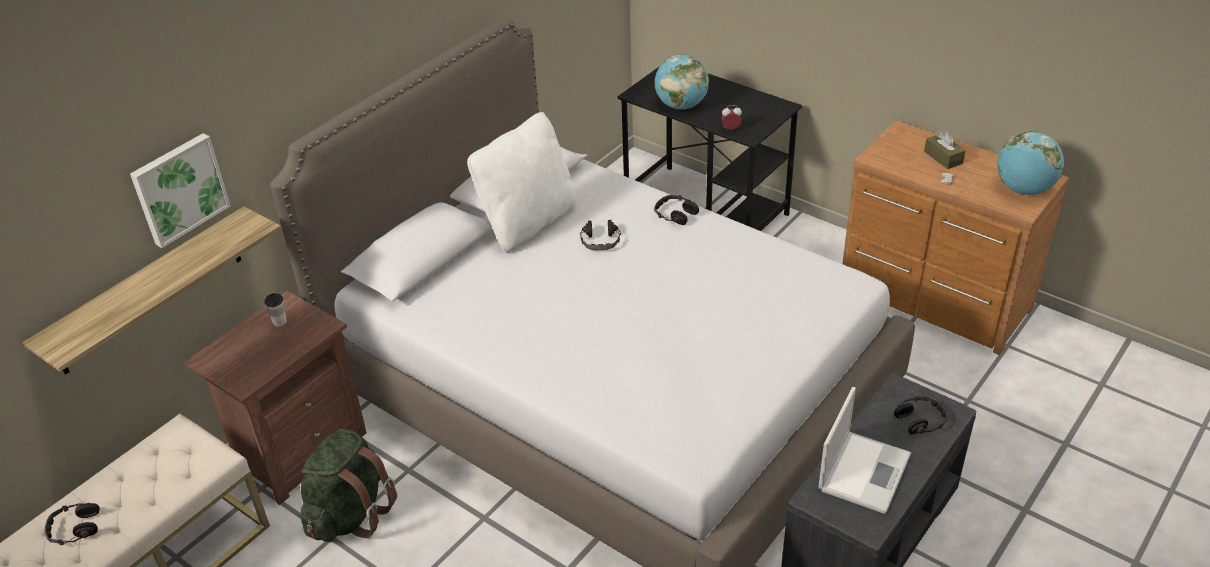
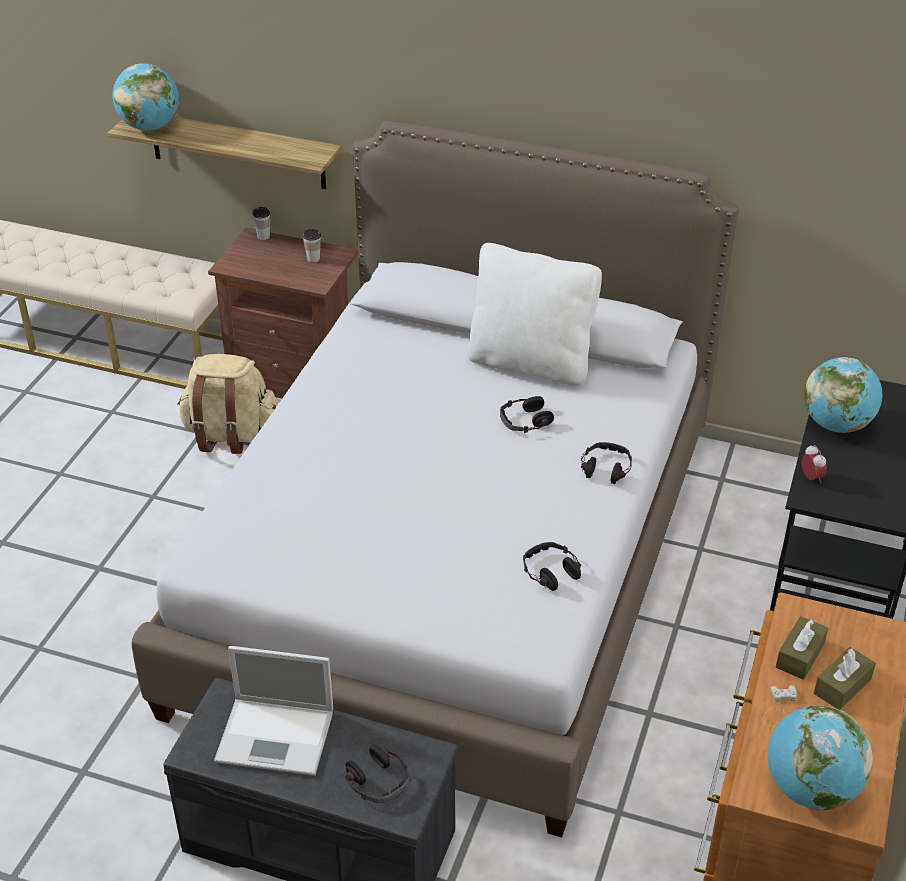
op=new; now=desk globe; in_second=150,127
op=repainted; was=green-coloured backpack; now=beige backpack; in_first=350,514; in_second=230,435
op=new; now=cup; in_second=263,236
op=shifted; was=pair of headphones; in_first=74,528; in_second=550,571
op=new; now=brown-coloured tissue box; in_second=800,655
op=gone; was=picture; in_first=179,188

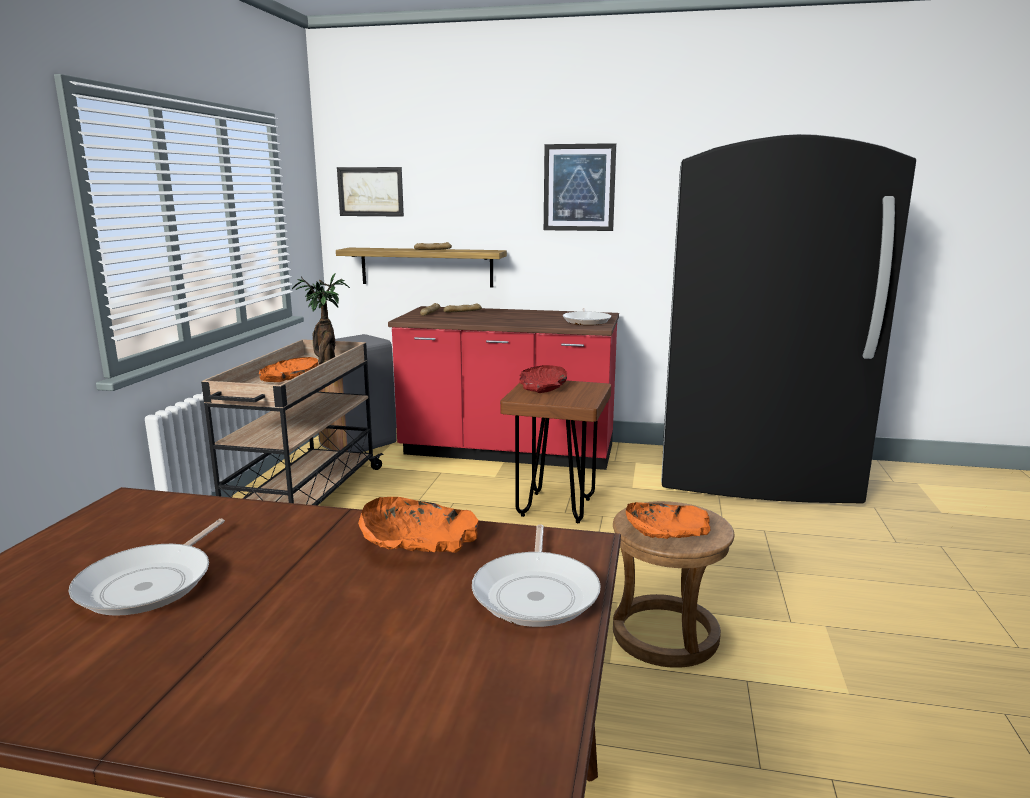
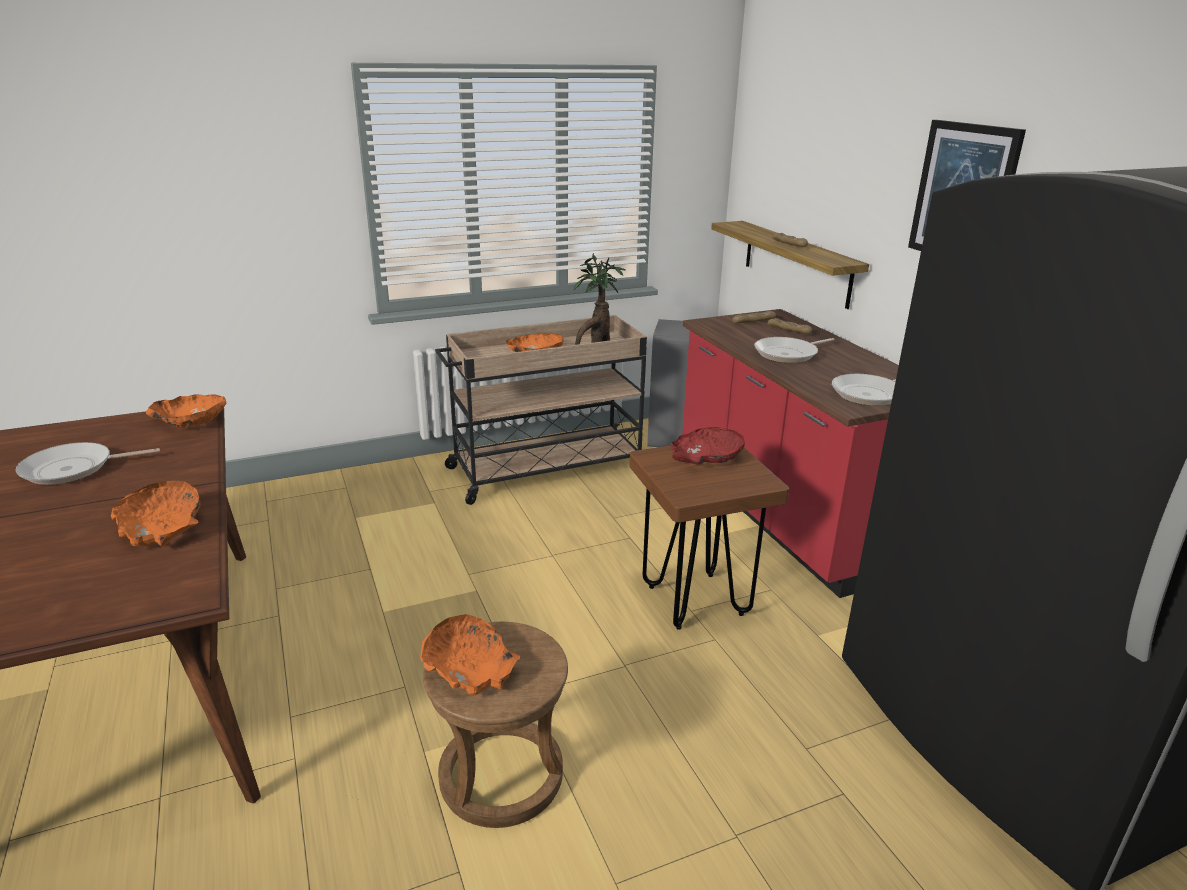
op=new; now=orange-coloured serving bowl; in_second=191,420
op=shifted; was=skillet; in_first=537,593; in_second=788,354
op=gone; was=picture; in_first=370,191

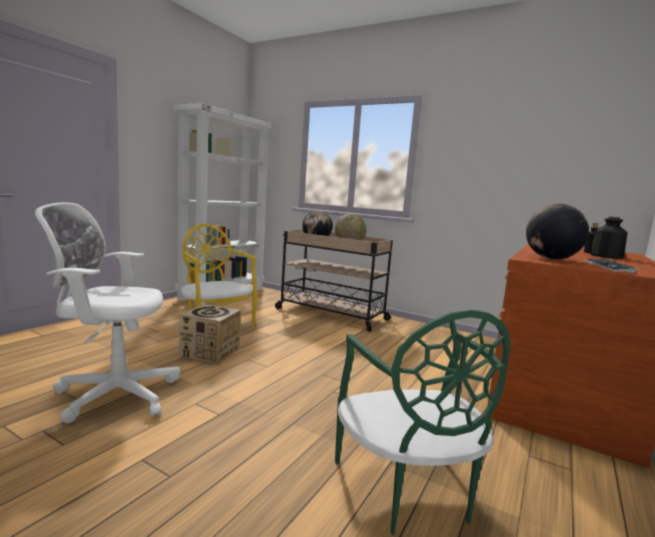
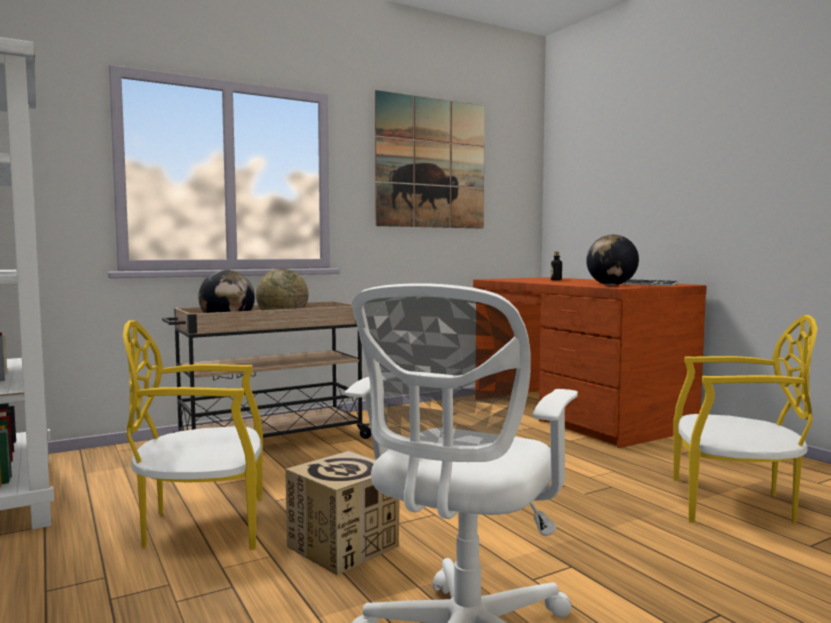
op=new; now=picture; in_second=431,163
op=repainted; was=green-coloured plain chair; now=yellow-coloured plain chair; in_first=407,490; in_second=734,504
op=gone; was=bottle; in_first=606,256

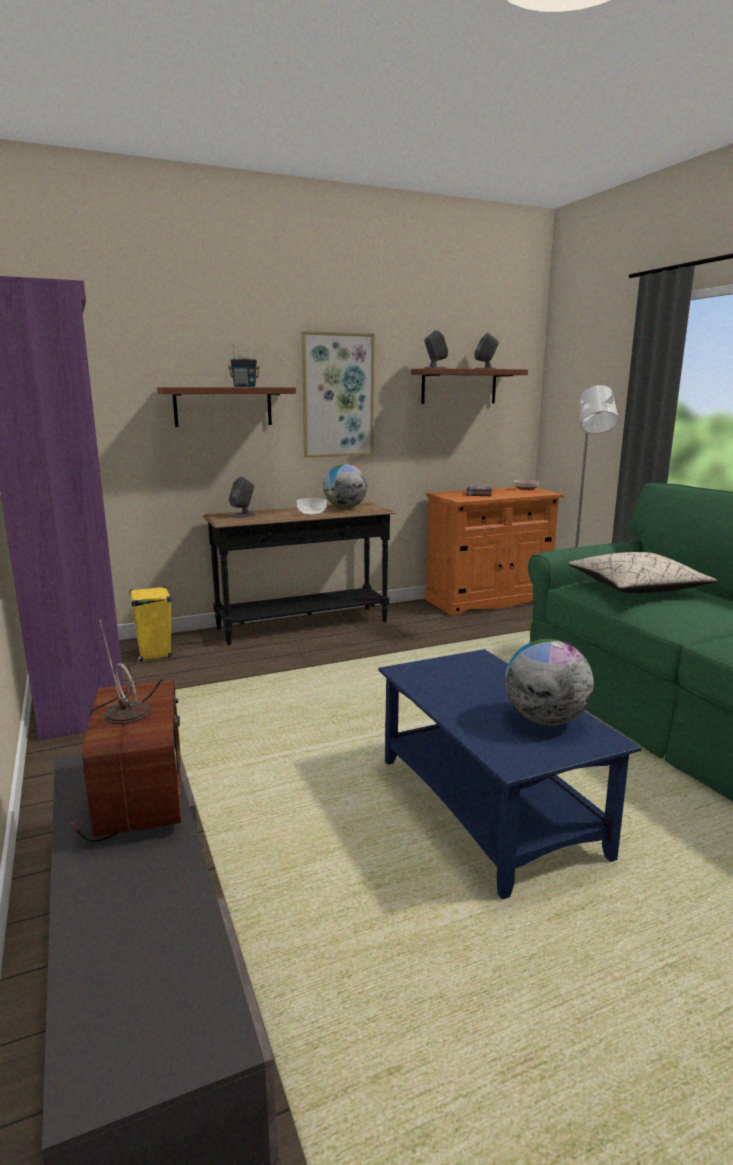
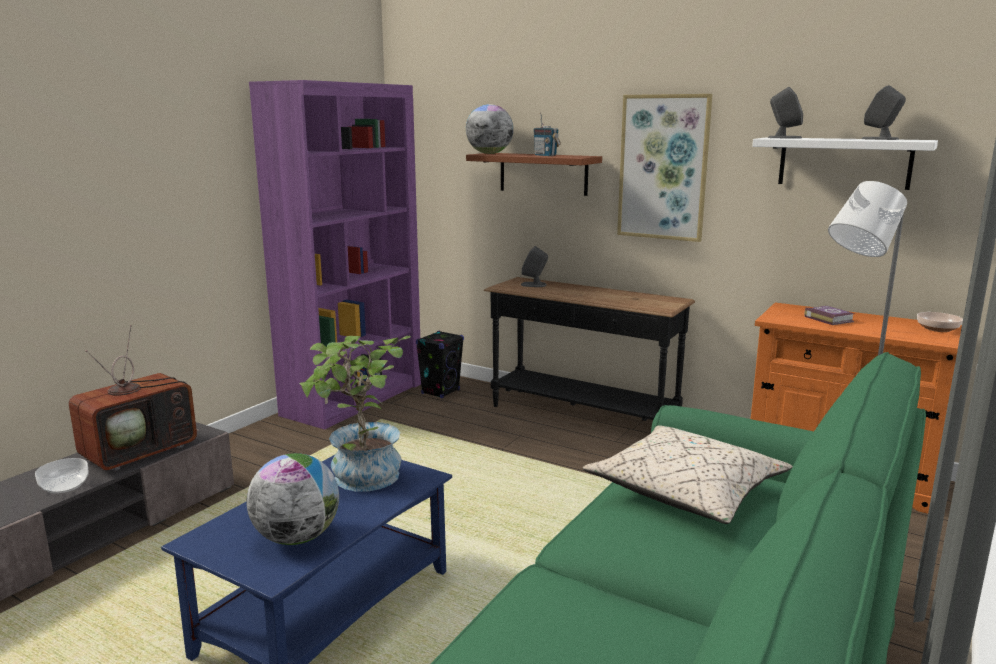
op=shifted; was=serving bowl; in_first=311,513; in_second=64,485
op=new; now=potted plant; in_second=361,480
op=repainted; was=yellow-coloured audio speaker; now=black audio speaker; in_first=154,653; in_second=440,392
op=shifted; was=desk globe; in_first=345,508; in_second=489,153
op=repainted; was=brown-coloured shelf; now=white-coloured shelf; in_first=459,386; in_second=844,162

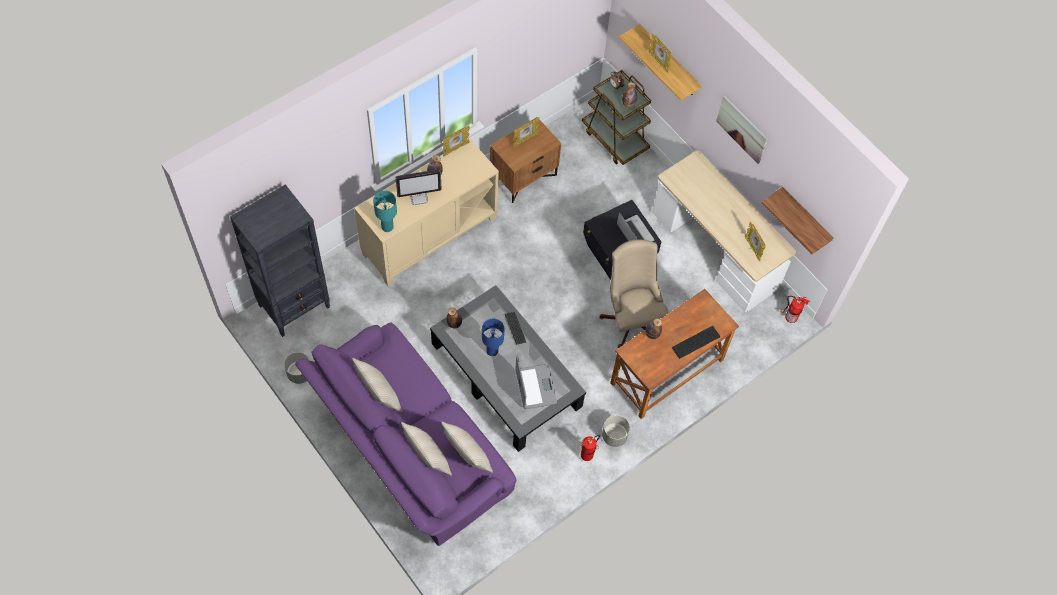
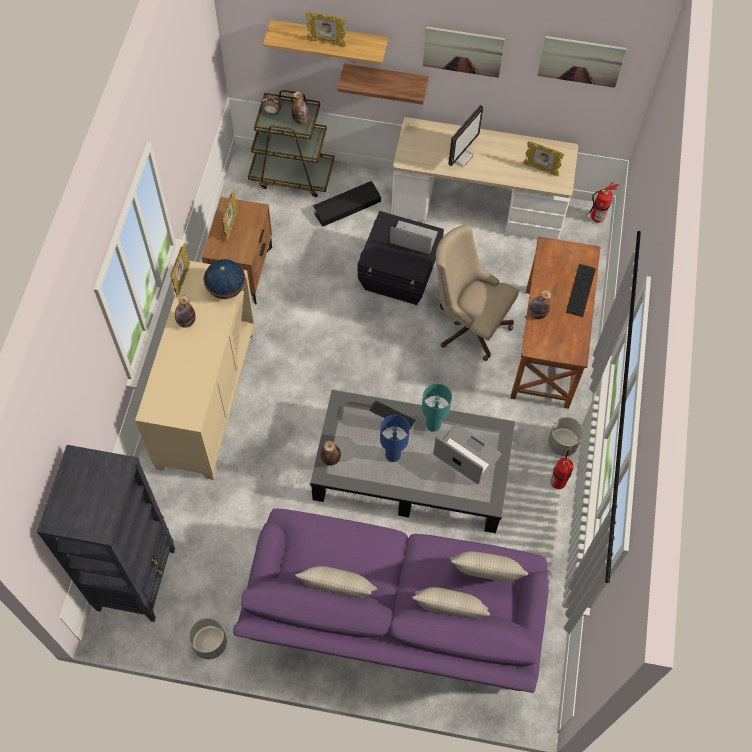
op=new; now=desk globe; in_second=226,289
op=new; now=black storage box; in_second=346,206
op=shifted; was=shelf; in_first=805,218; in_second=385,80
op=shifted; was=turquoise lamp for a table; in_first=387,227; in_second=433,424
op=shifted; was=computer display; in_first=419,197; in_second=460,156
op=new; now=picture; in_second=581,61

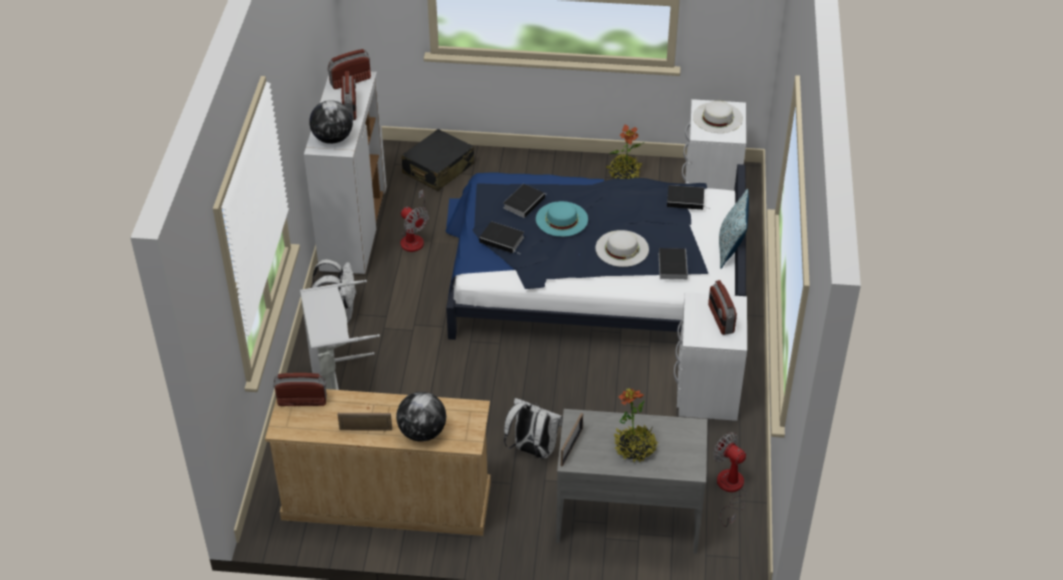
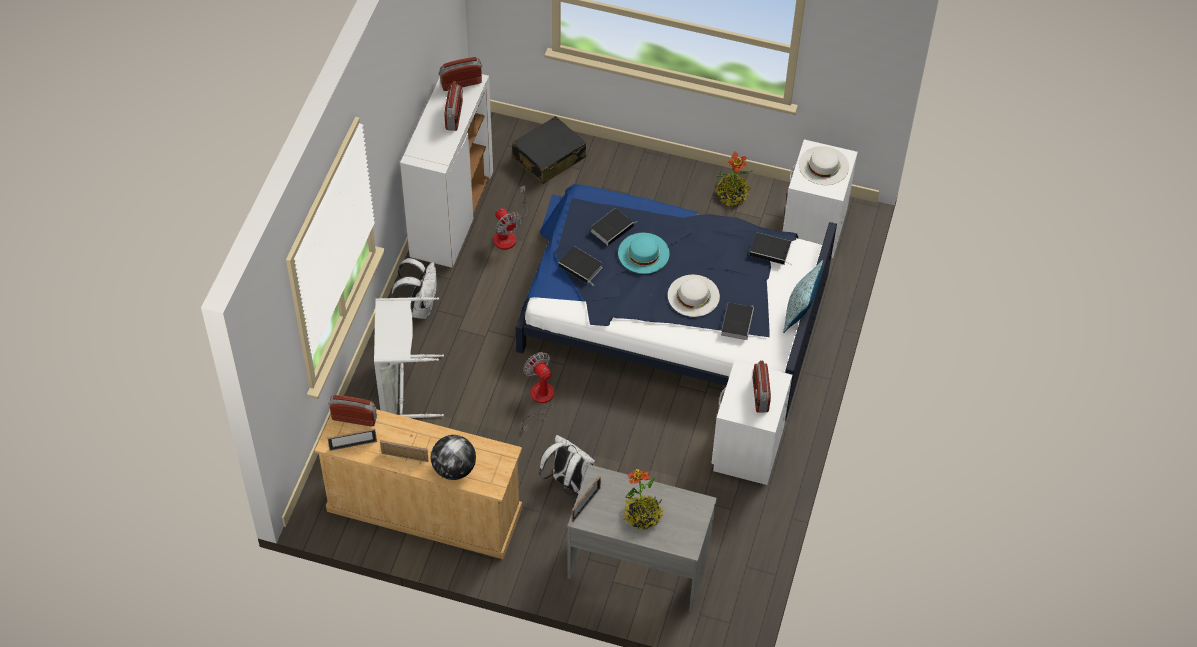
op=new; now=standing frame; in_second=353,445
op=shifted; was=fan; in_first=730,490; in_second=539,400
op=gone; was=desk globe; in_first=332,138

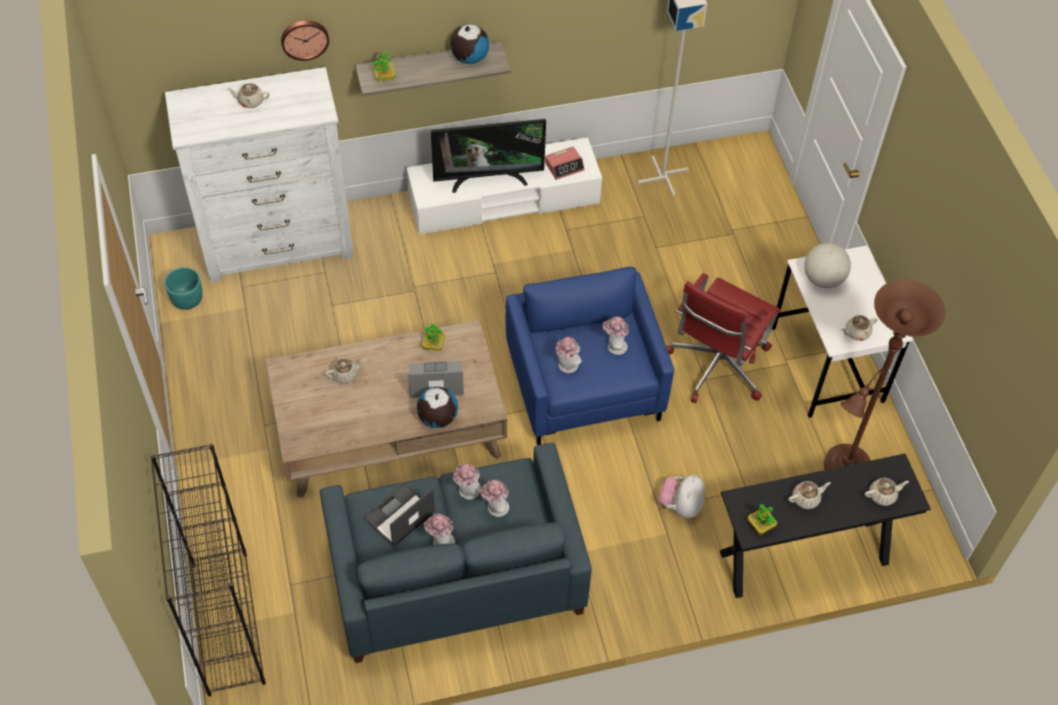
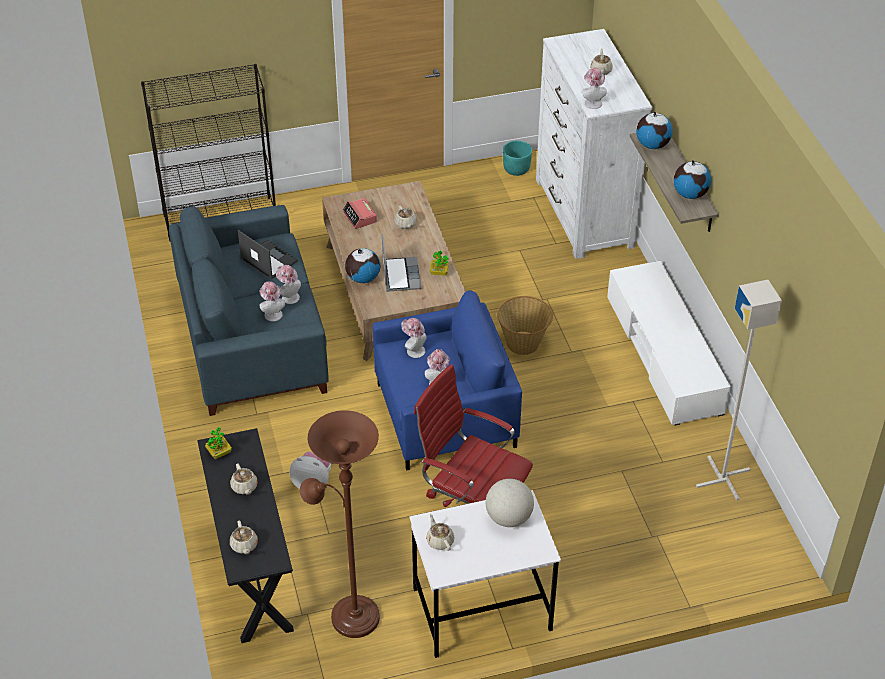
op=shifted; was=alarm clock; in_first=564,166; in_second=360,217
op=new; now=household basket; in_second=523,342
op=shifted; was=hat; in_first=440,542; in_second=592,102
op=swapped; was=potted plant; now=desk globe; in_first=384,77; in_second=652,145
op=gone; was=clock on the wall; in_first=304,38
op=gone; was=television; in_first=488,178

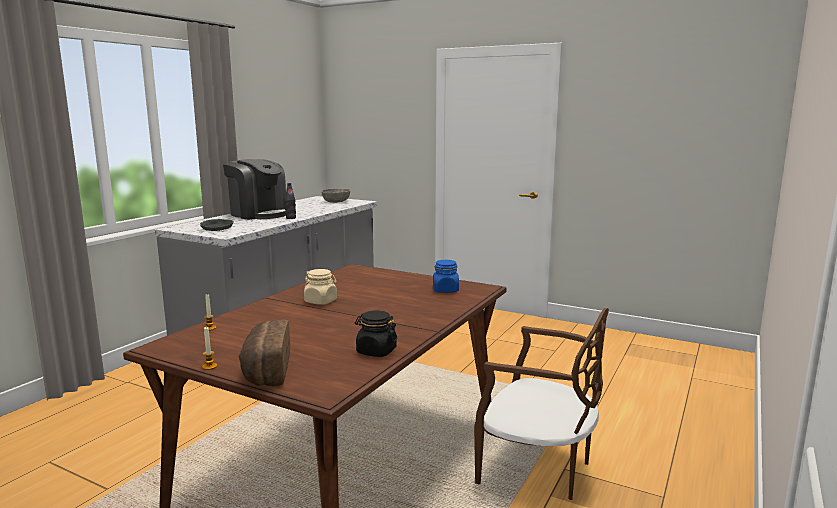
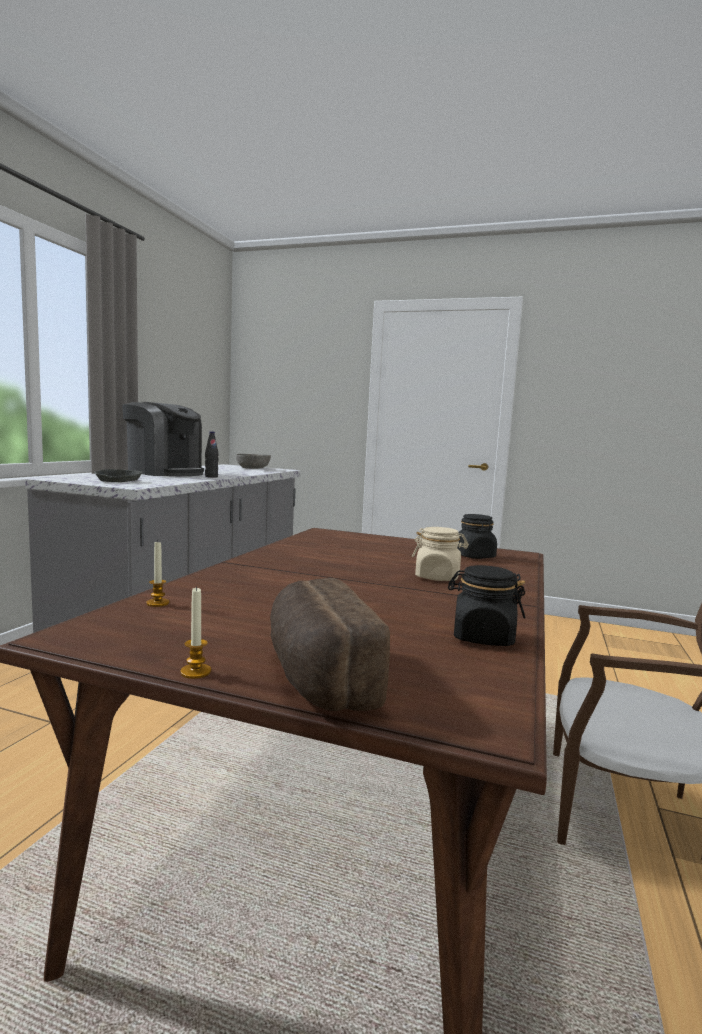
op=shifted; was=beige storage jar; in_first=321,301; in_second=437,577
op=repainted; was=blue storage jar; now=black storage jar; in_first=445,290; in_second=474,556

